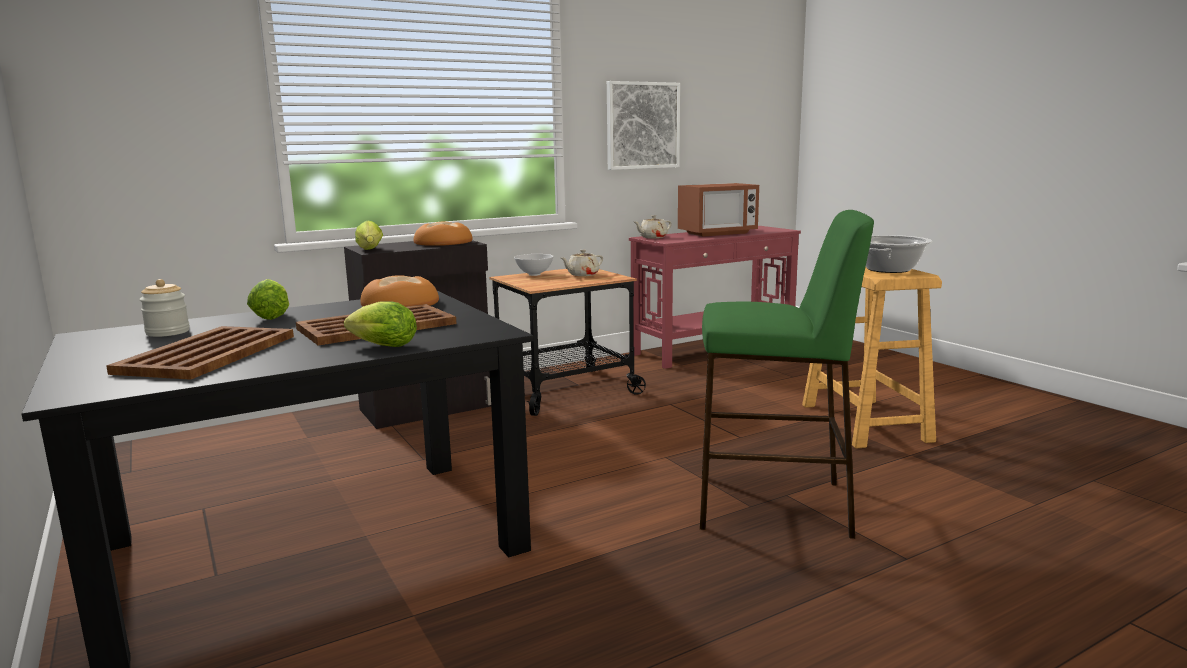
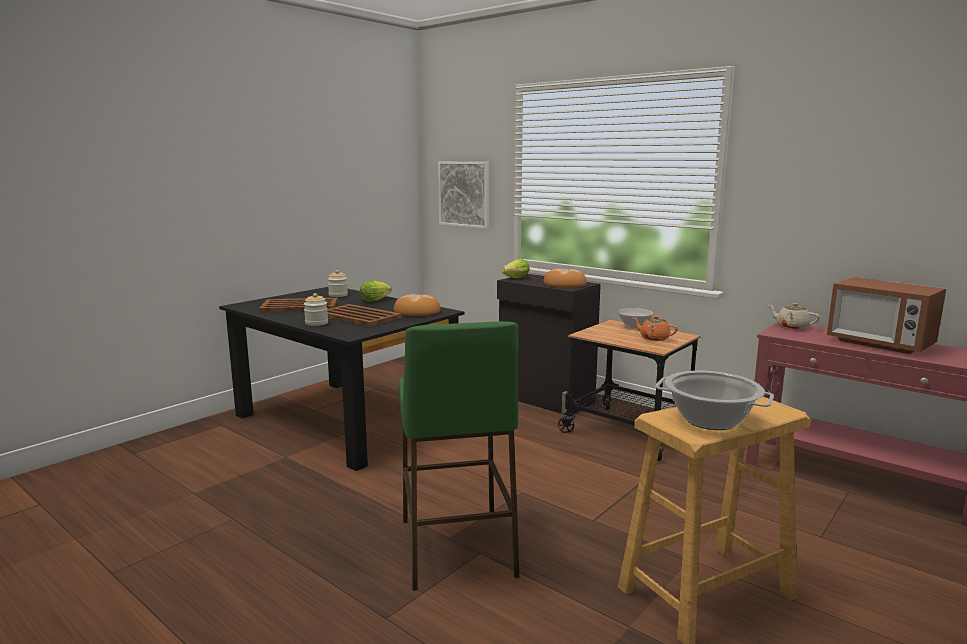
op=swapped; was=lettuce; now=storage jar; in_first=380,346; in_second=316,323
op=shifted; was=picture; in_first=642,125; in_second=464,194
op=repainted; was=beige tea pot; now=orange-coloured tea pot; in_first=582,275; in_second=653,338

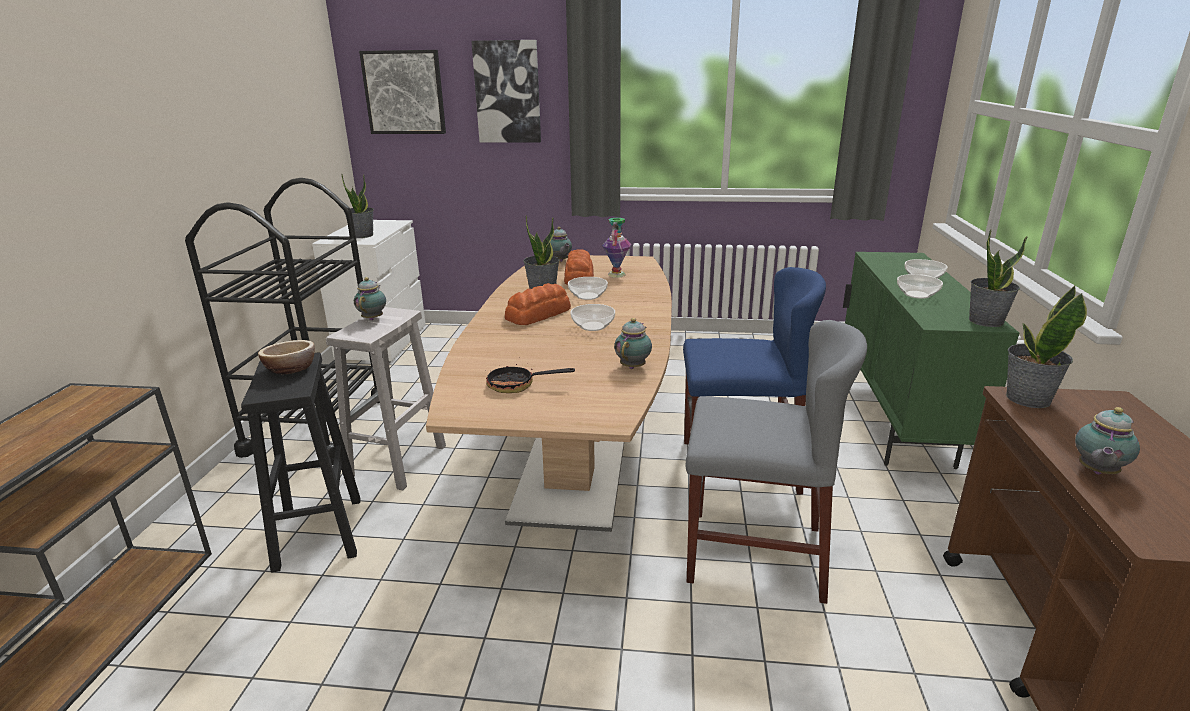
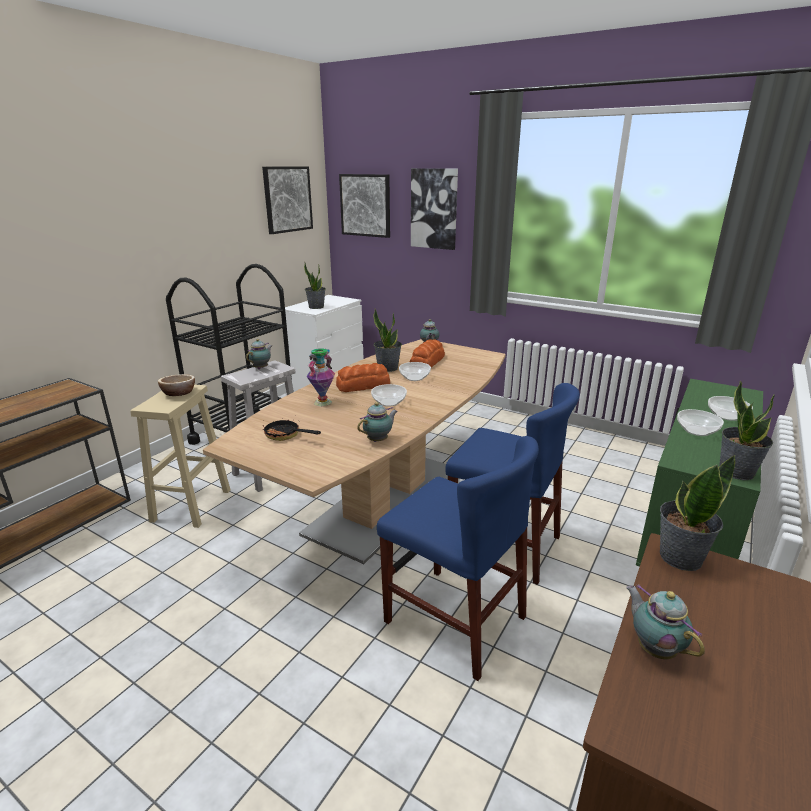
op=repainted; was=black stool seat; now=beige stool seat; in_first=319,532; in_second=192,504
op=new; now=picture; in_second=287,199
op=shifted; was=decorative vase; in_first=616,274; in_second=322,402
op=repainted; was=gray plain chair; now=blue plain chair; in_first=755,554; in_second=454,619
op=rotated; was=tea pot; in_first=1096,472; in_second=654,647; clockwise=90

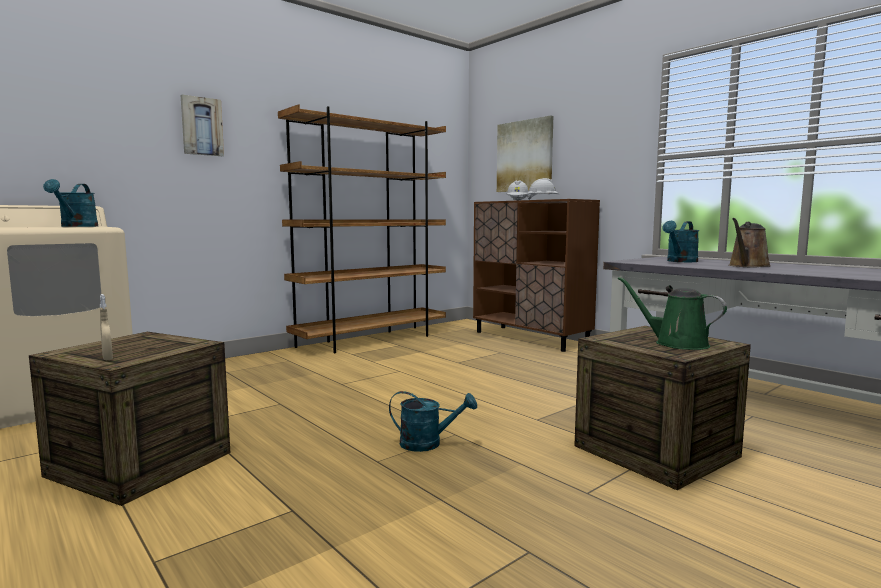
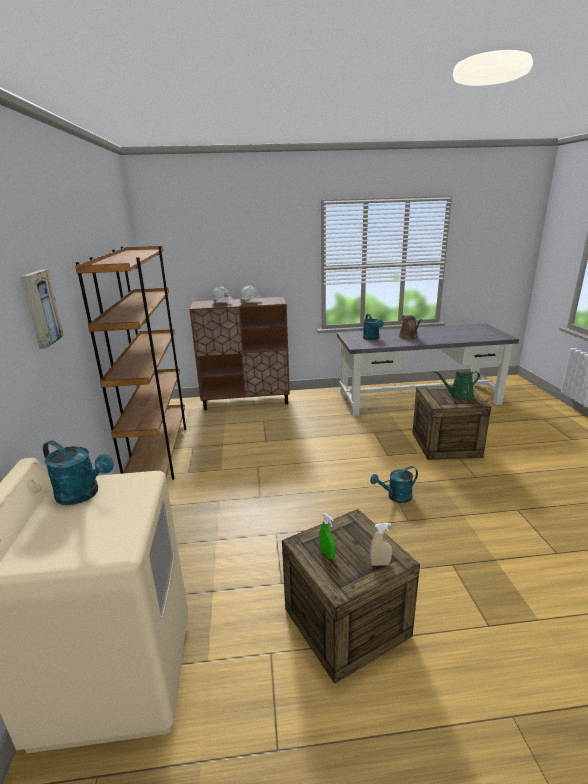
op=new; now=green-coloured sprayer; in_second=327,554
op=rotated; was=turquoise watering can; in_first=428,443; in_second=395,497; clockwise=-150
op=gone; was=picture; in_first=524,156

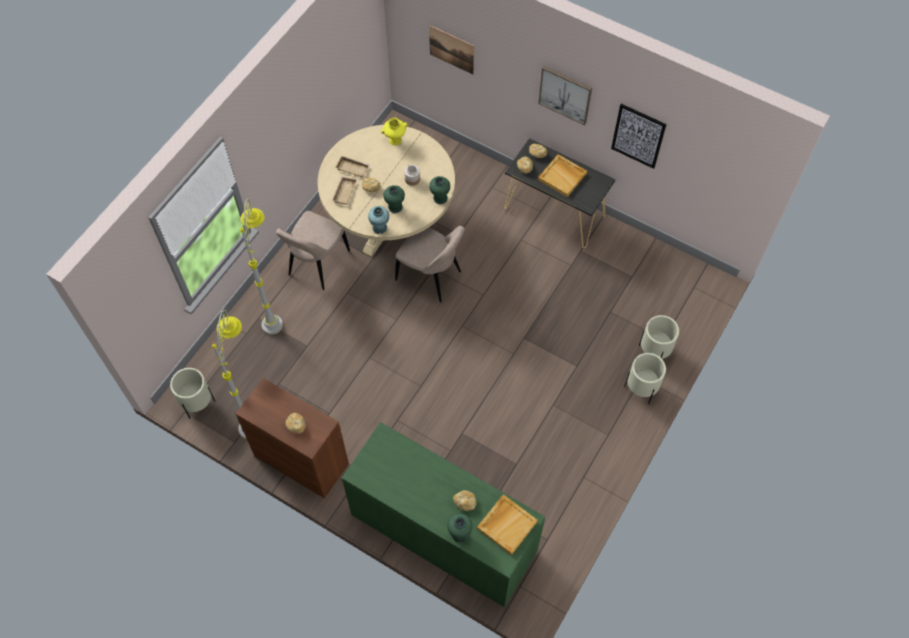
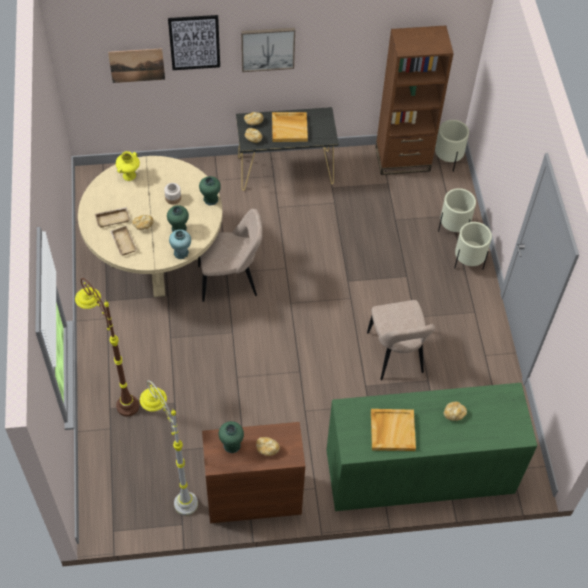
op=repainted; was=gray floor lamp; now=brown-coloured floor lamp; in_first=273,309; in_second=117,392
op=shifted; was=picture; in_first=638,136; in_second=194,42
op=shifted; was=green-coloured decorative vase; in_first=459,534; in_second=232,445
op=shifted; was=beige plain chair; in_first=317,265; in_second=396,355
op=shifted; was=beige carrying tray; in_first=507,524; in_second=392,430
op=new; now=brown-coloured shelving unit; in_second=402,160
op=shifted; was=beige flower pot; in_first=197,403; in_second=447,160

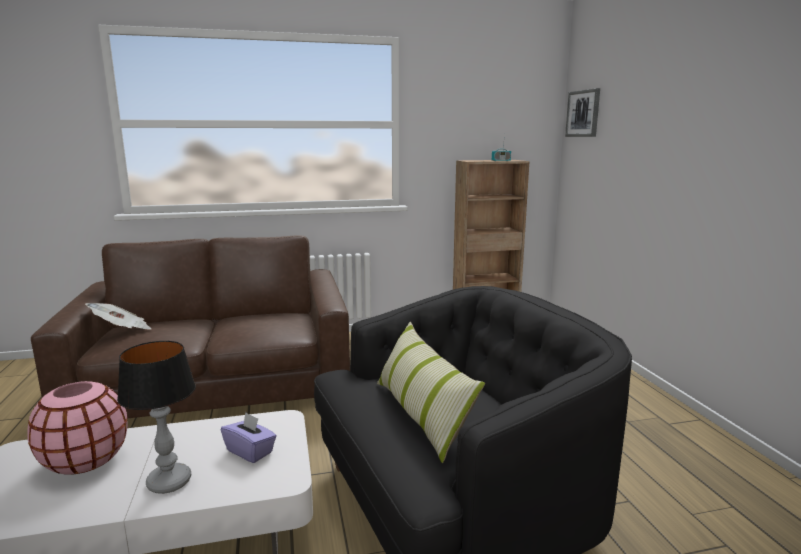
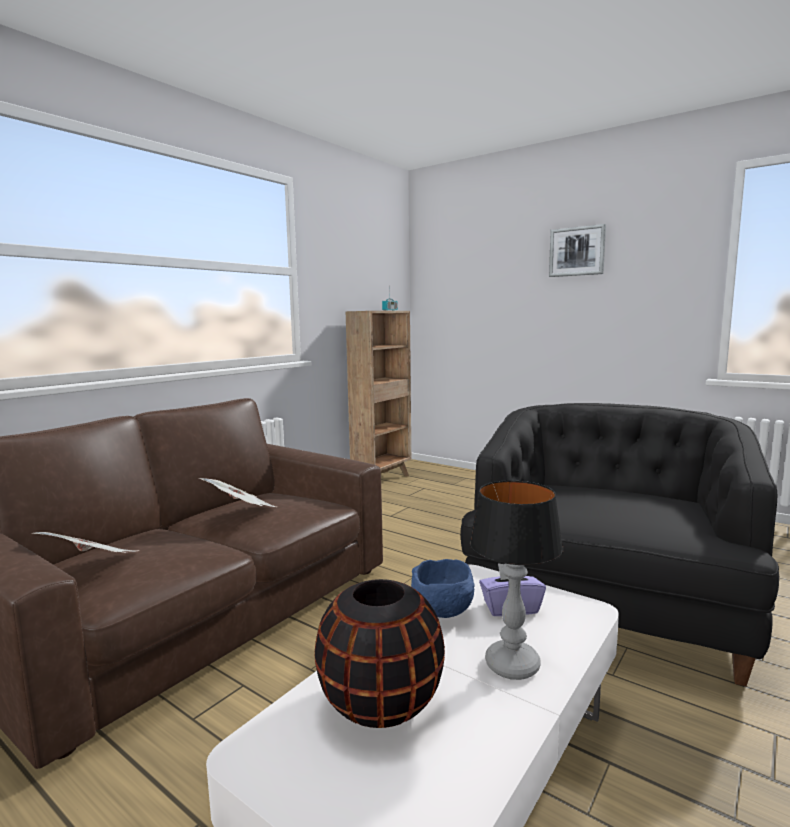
op=new; now=printed paper; in_second=240,511
op=repainted; was=pink-coloured decorative vase; now=black decorative vase; in_first=85,461; in_second=380,704
op=new; now=blue serving bowl; in_second=444,612
op=shifted; was=picture; in_first=583,113; in_second=577,251
op=gone; was=cushion; in_first=421,414

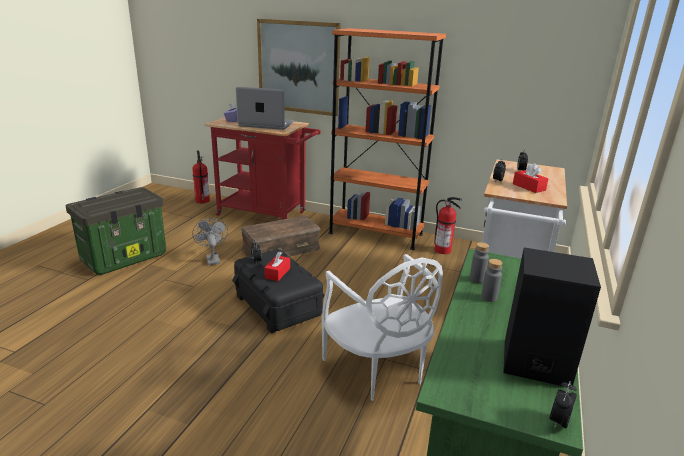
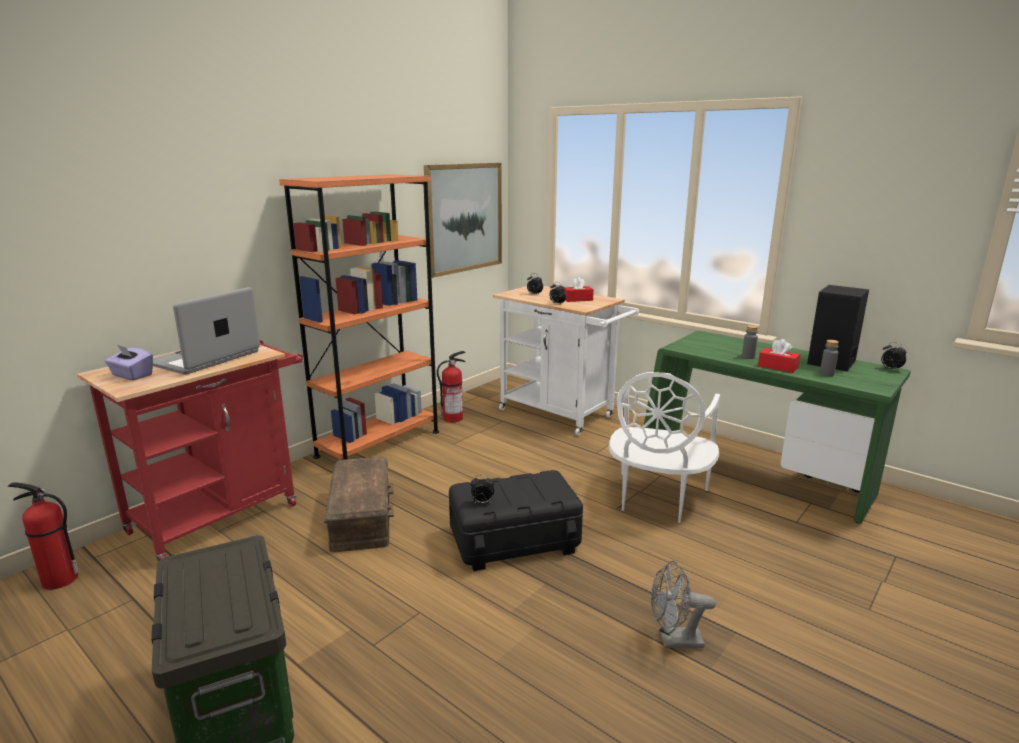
op=shifted; was=picture; in_first=298,67; in_second=464,218
op=rotated; was=white-coloured plain chair; in_first=378,370; in_second=656,498; clockwise=120
op=shifted; was=gray fan; in_first=212,258; in_second=674,641
op=shifted; was=red tissue box; in_first=277,273; in_second=777,367
op=shifted; was=gray bottle; in_first=477,279; in_second=827,374

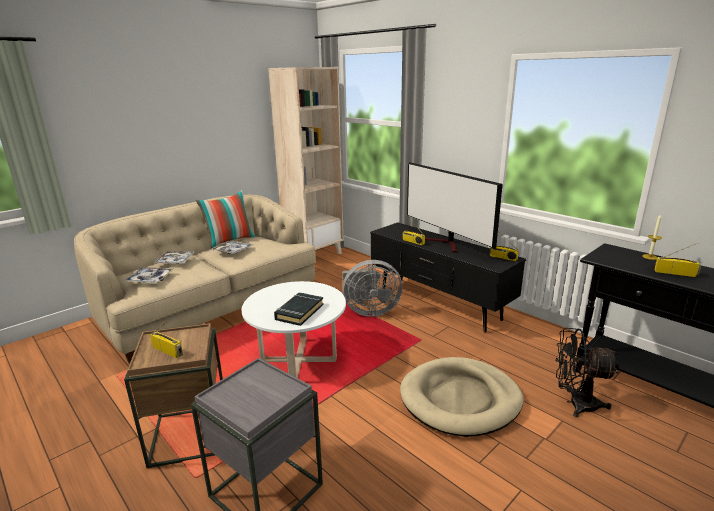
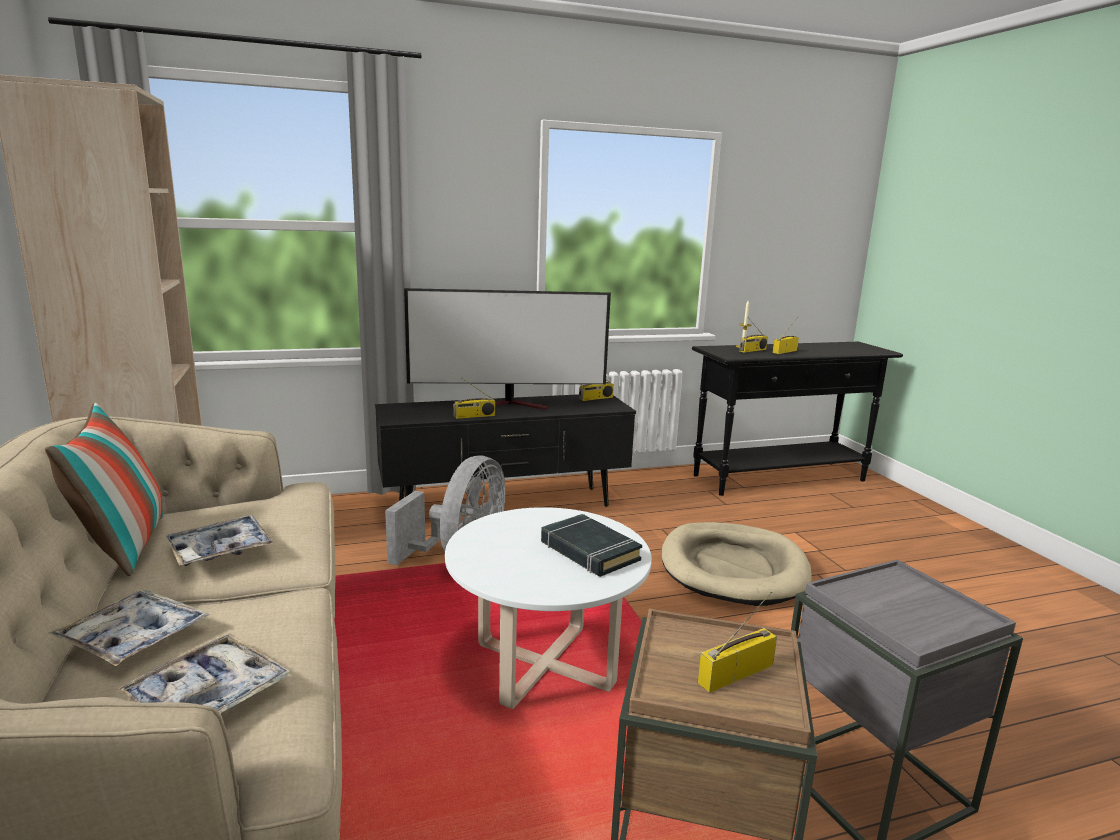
op=new; now=radio set; in_second=752,350
op=gone; was=black fan; in_first=575,403

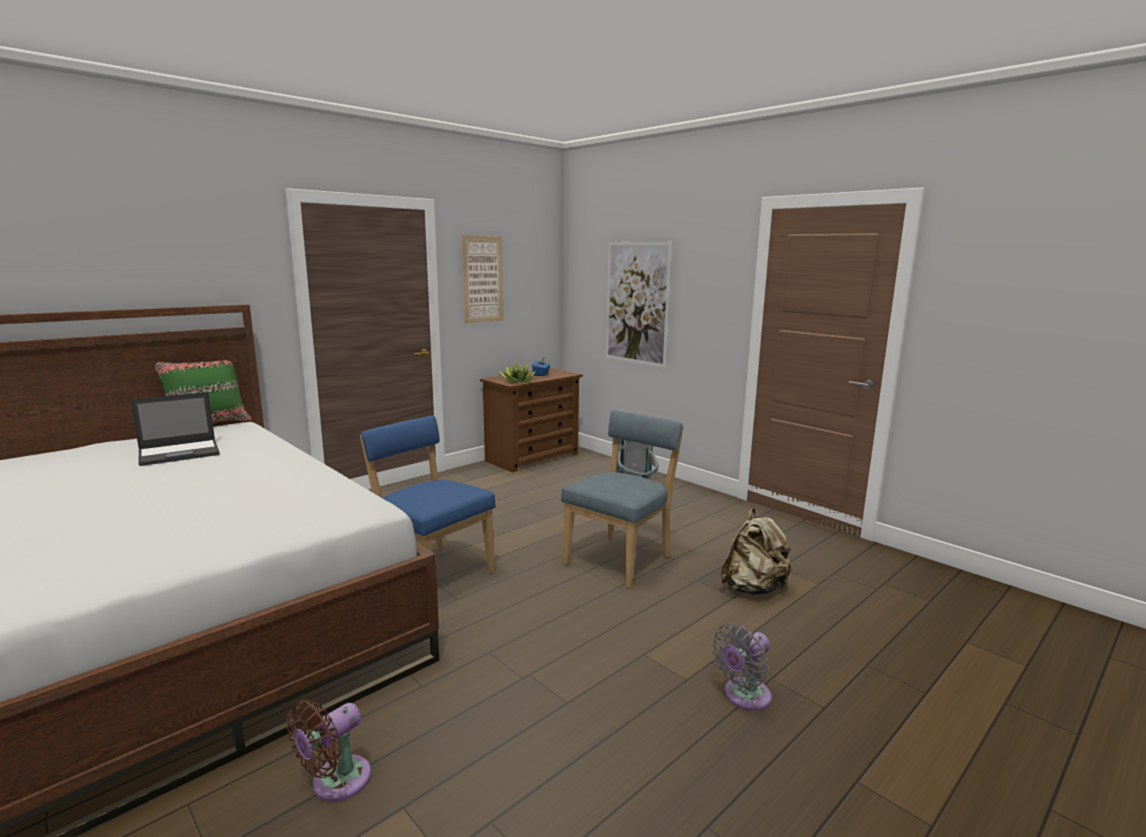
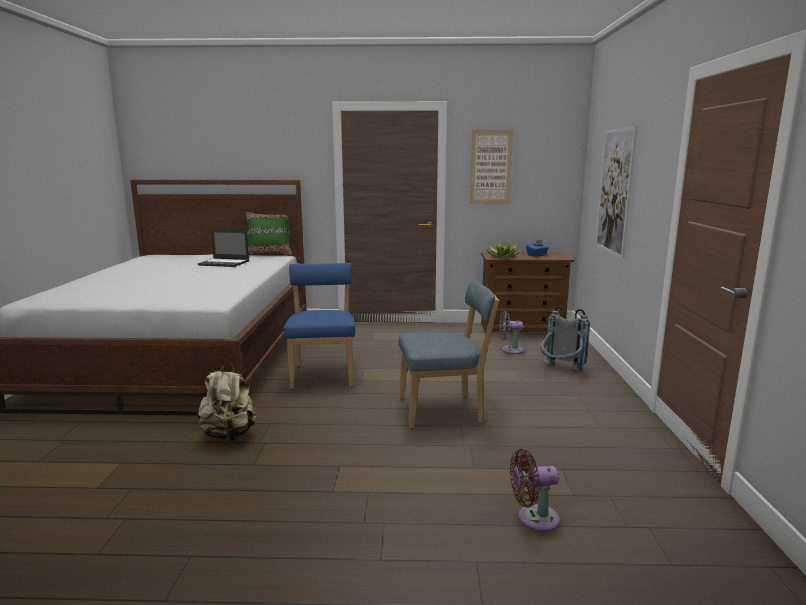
op=shifted; was=beige backpack; in_first=753,589; in_second=229,435
op=shifted; was=gray fan; in_first=744,696; in_second=510,350
op=shifted; was=brown-coloured fan; in_first=336,782; in_second=533,519

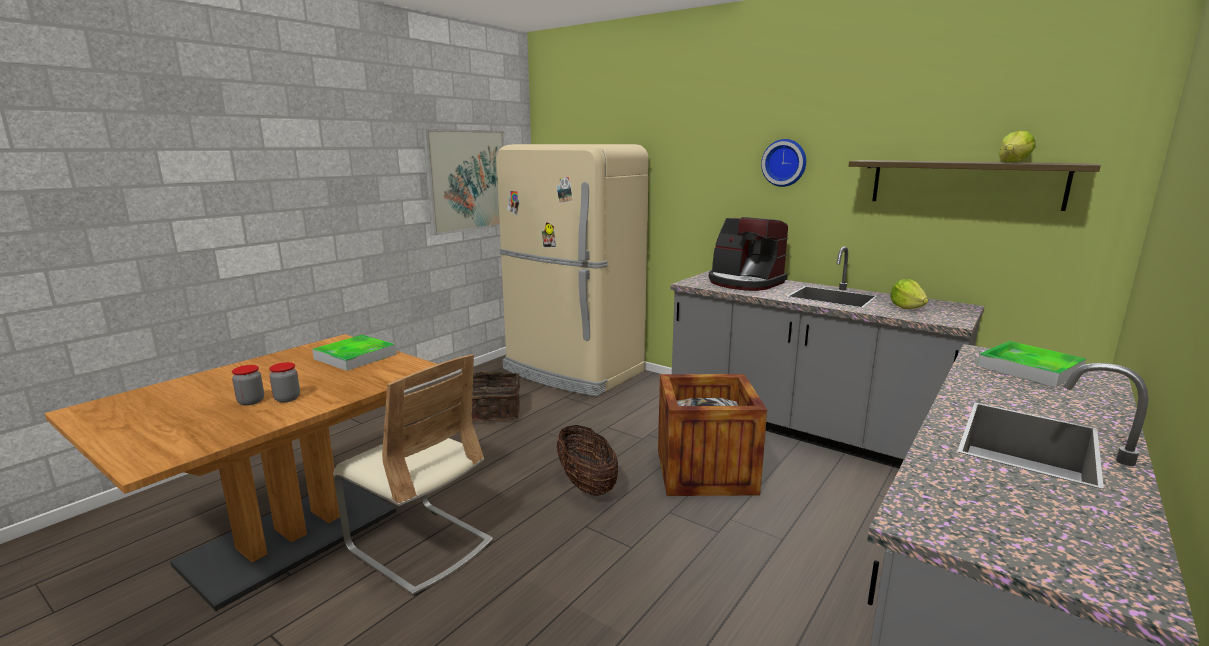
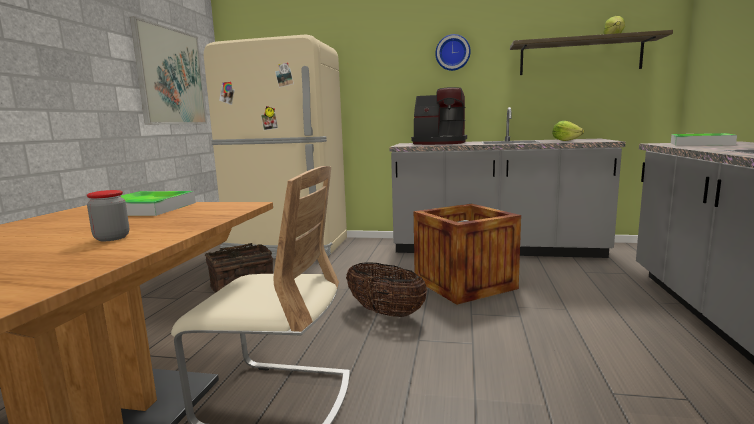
op=gone; was=storage jar; in_first=251,401

